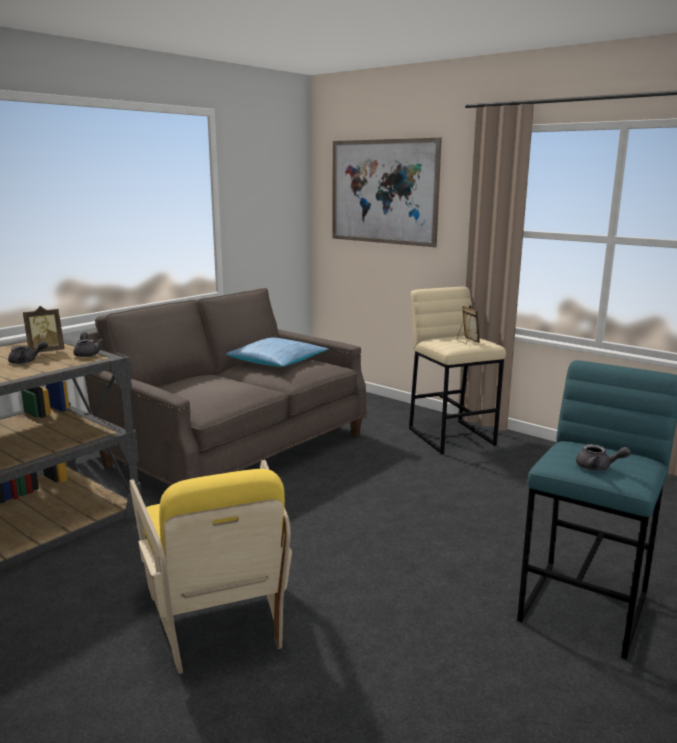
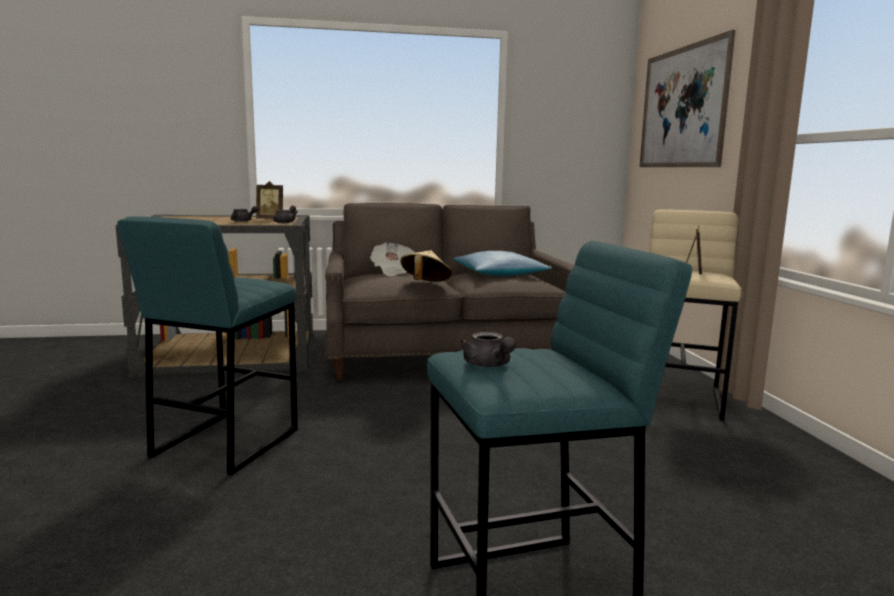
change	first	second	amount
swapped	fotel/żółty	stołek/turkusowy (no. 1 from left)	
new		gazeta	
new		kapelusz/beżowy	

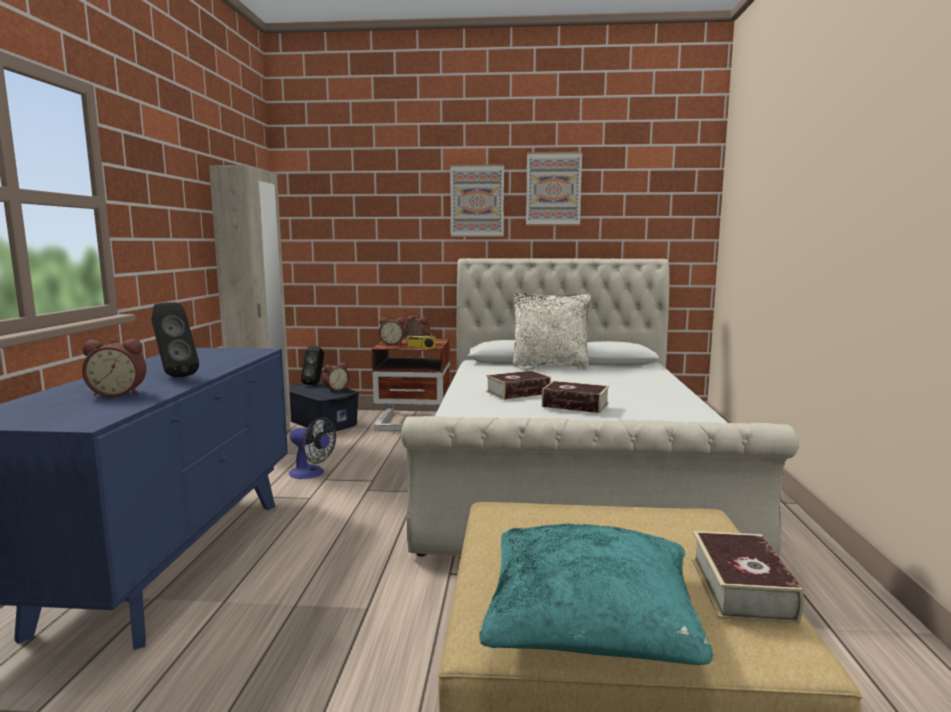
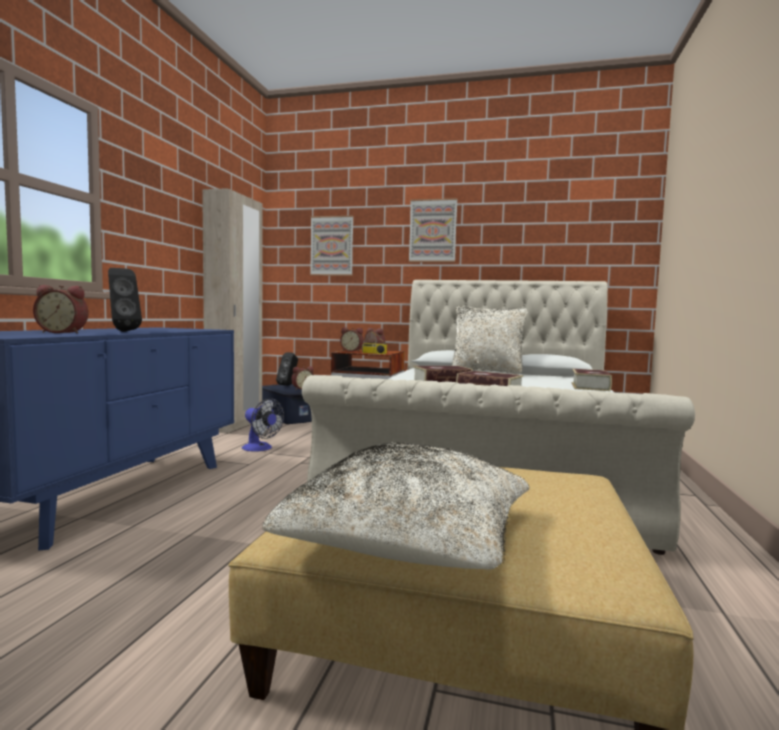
change	first	second	amount
repainted	poduszka/turkusowy	poduszka/beżowy (no. 1 from left)	
shifted	obraz (no. 2 from left in the first image)	obraz (no. 1 from left)	
shifted	książka (no. 3 from left)		

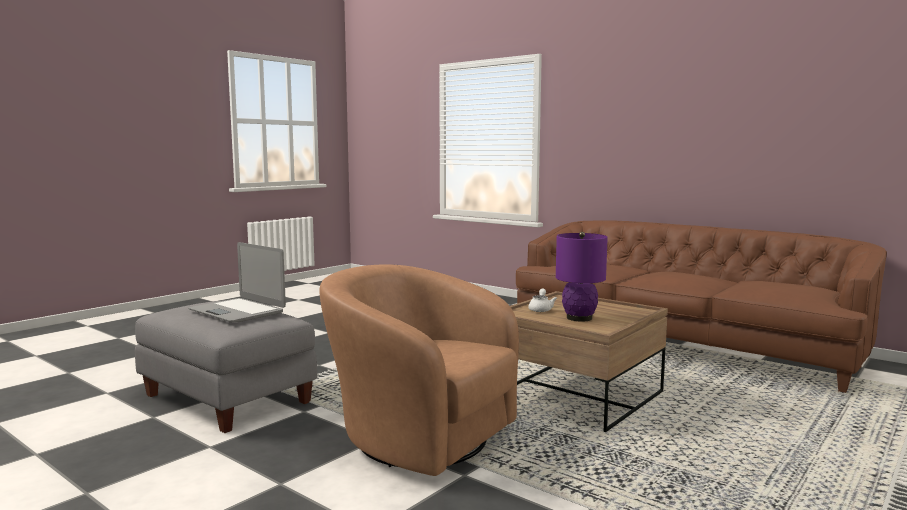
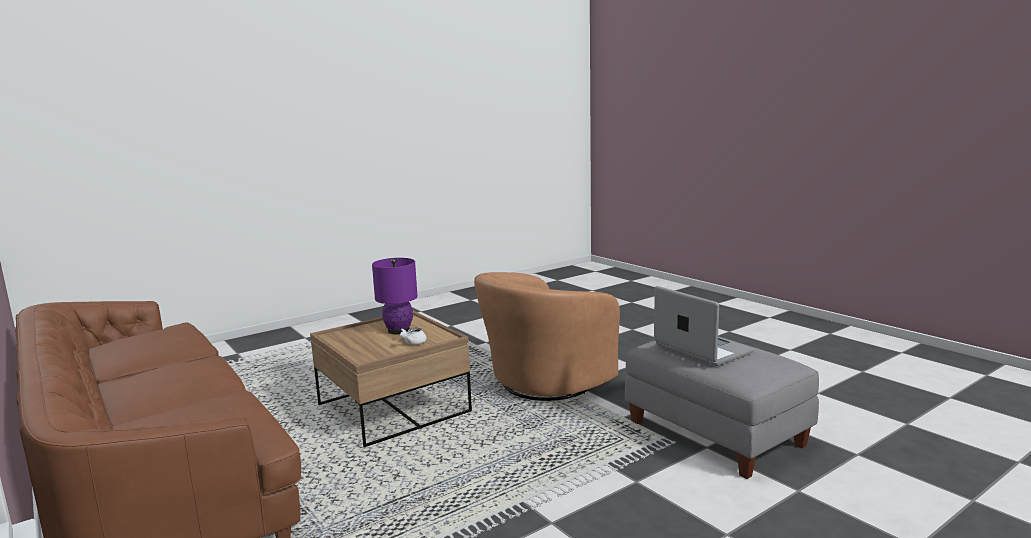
change	first	second	amount
rotated	fotel/brązowy		90 degrees clockwise

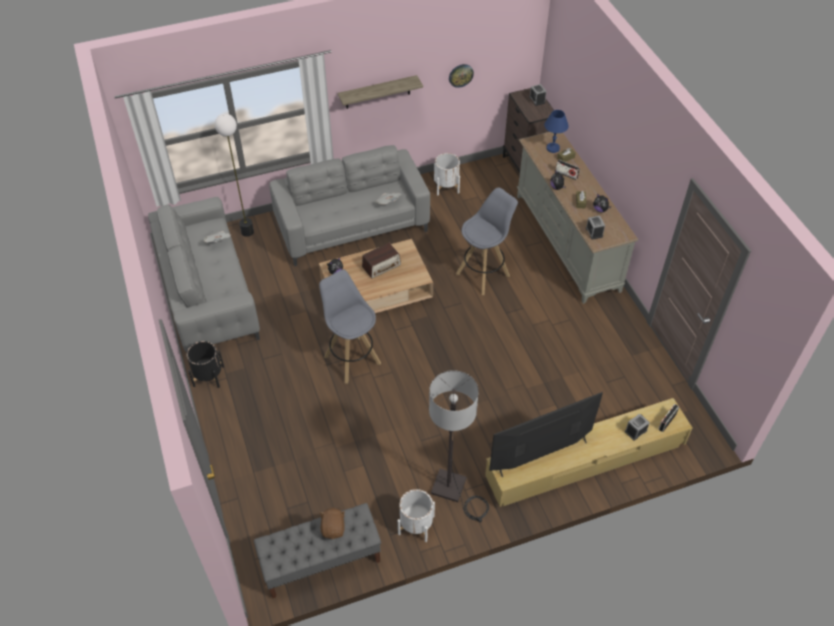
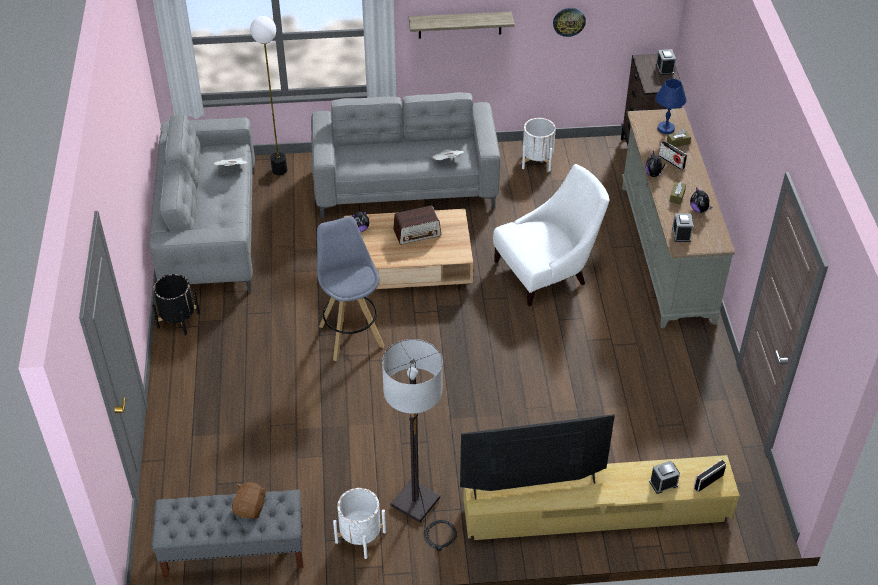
change	first	second	amount
swapped	stołek/szary (no. 2 from left)	fotel/biały	

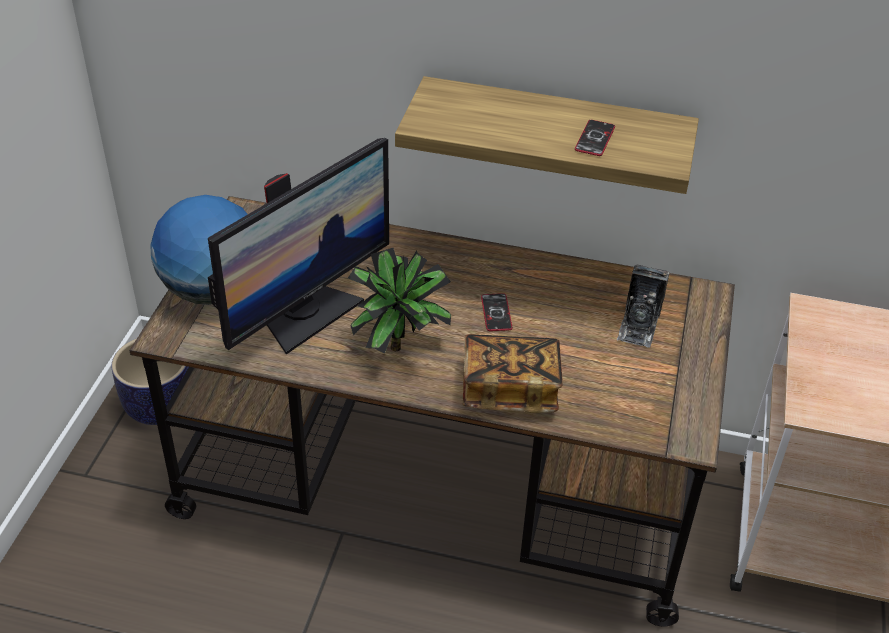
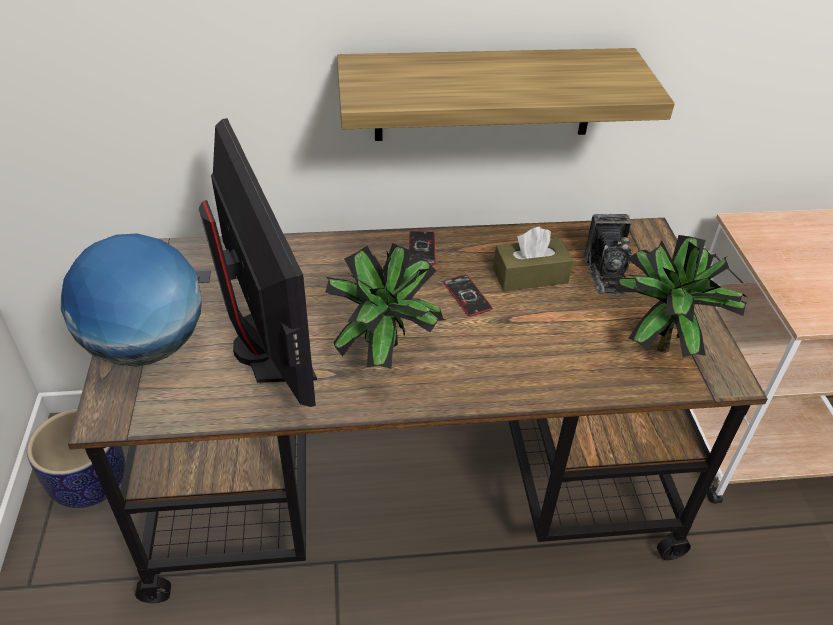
change	first	second	amount
rotated	monitor		45 degrees counterclockwise
gone	książka		
shifted	telefon (no. 2 from left in the first image)	telefon (no. 1 from left)	
new		pudełko chusteczek/brązowy	
new		roślina doniczkowa (no. 2 from left)	

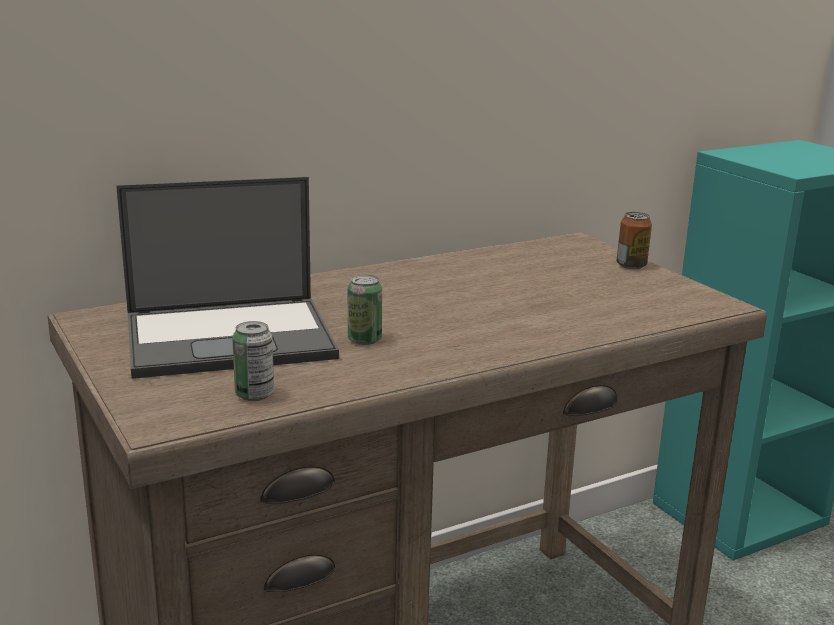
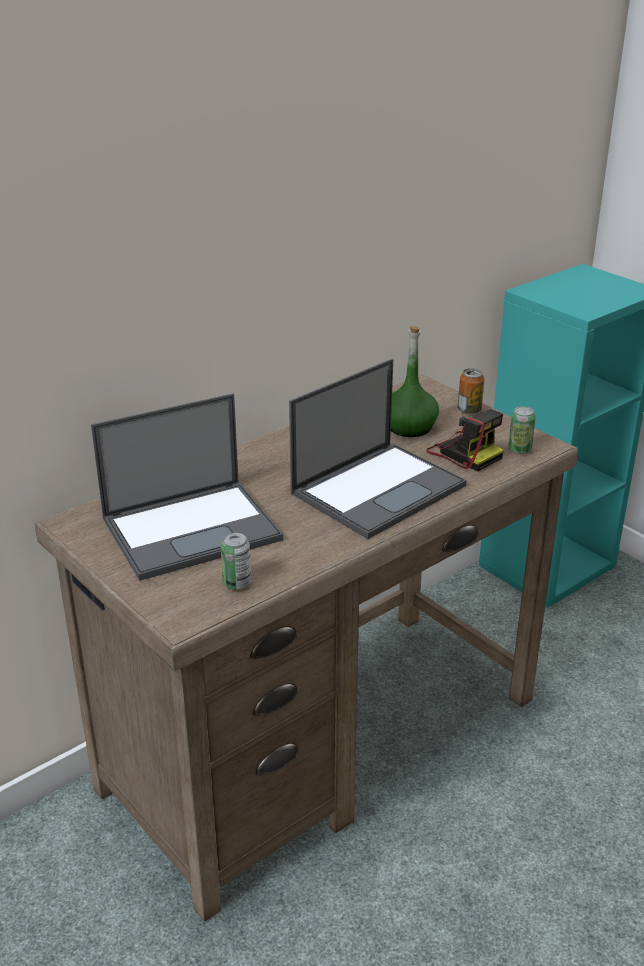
change	first	second	amount
shifted	puszka (no. 2 from left in the first image)	puszka (no. 3 from left)	
new		laptop (no. 2 from left)	
new		butelka/zielony	
new		aparat fotograficzny	

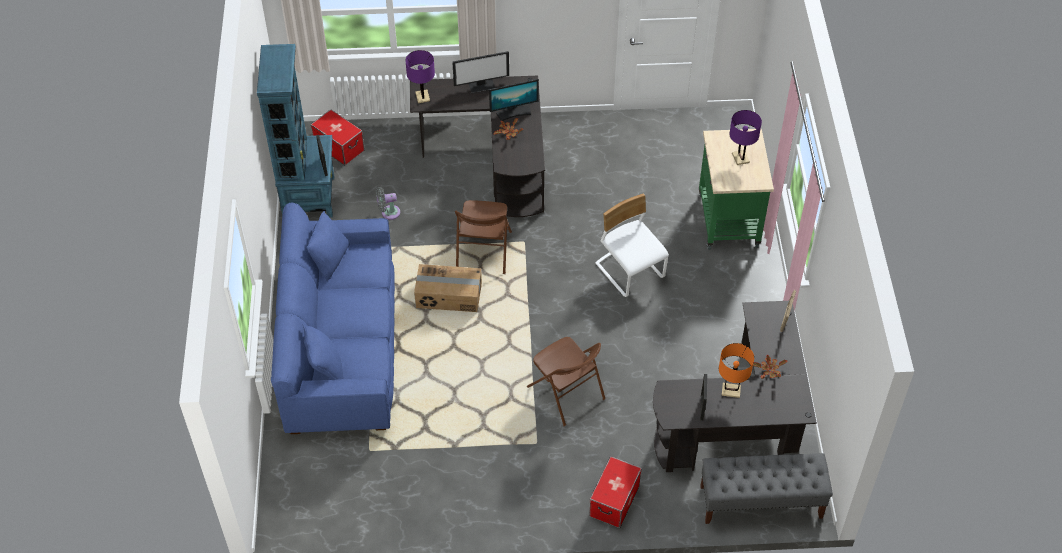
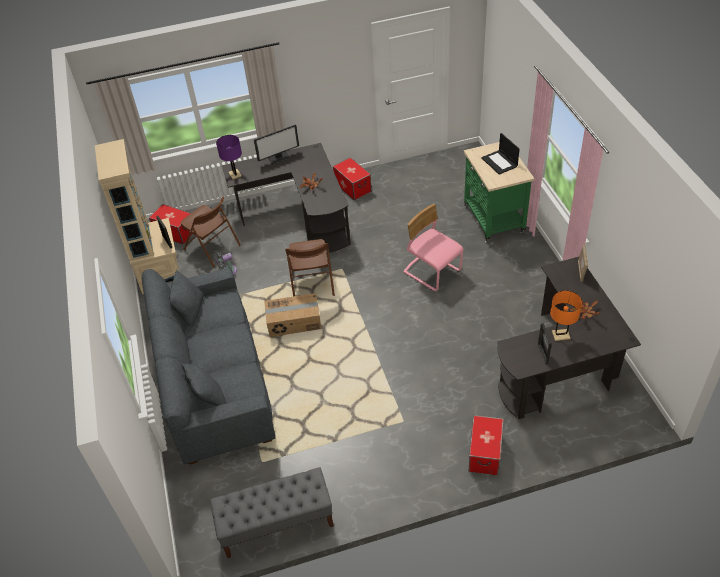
change	first	second	amount
repainted	szafka/niebieski	szafka/beżowy	
repainted	kanapa/niebieski	kanapa/szary	
gone	monitor (no. 2 from left)		
shifted	krzesło/brązowy (no. 2 from left in the first image)	krzesło/brązowy (no. 1 from left)	
repainted	krzesło/biały	krzesło/różowy	
shifted	ławka/szary		
swapped	lampa stołowa/fioletowy (no. 2 from left)	laptop	
new		pojemnik do przechowywania (no. 2 from left)	

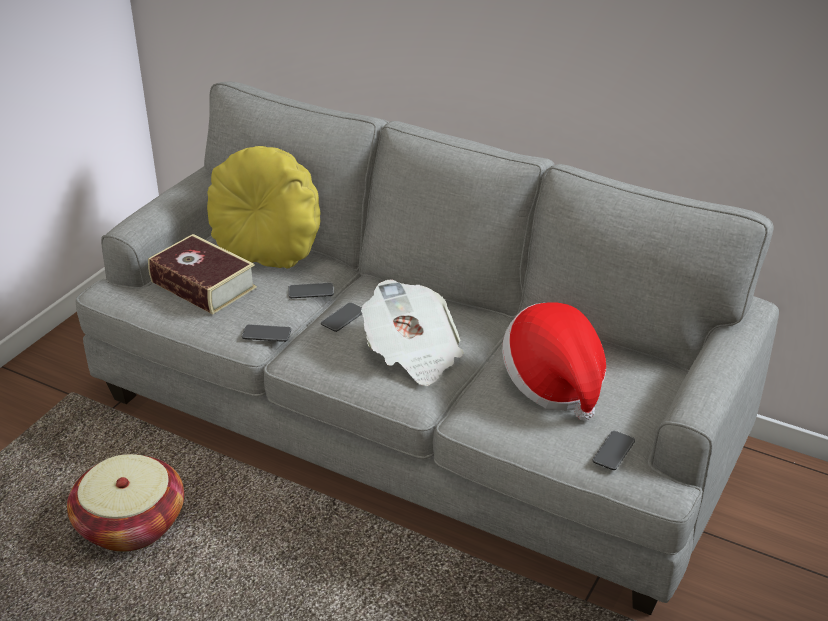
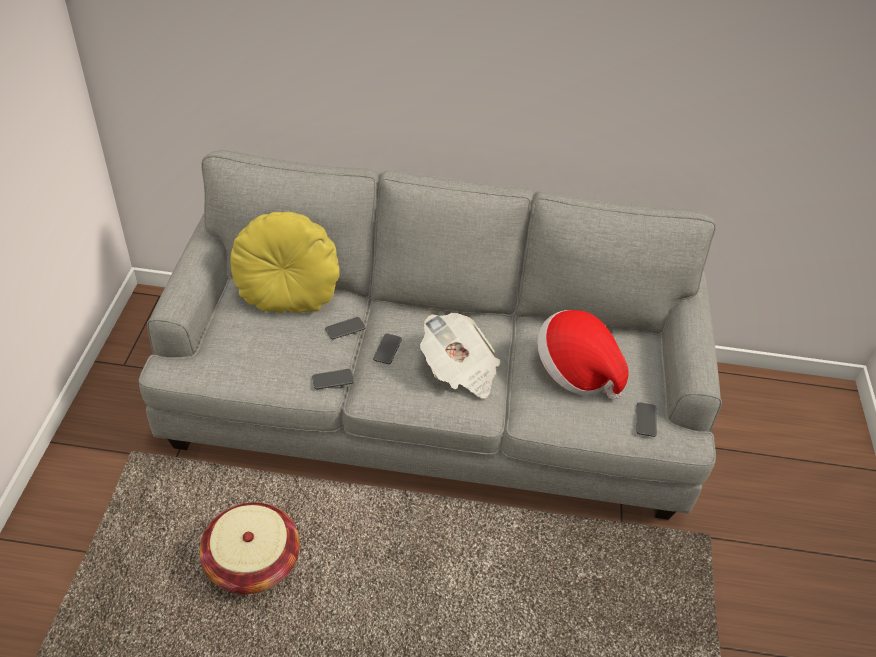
change	first	second	amount
gone	książka		

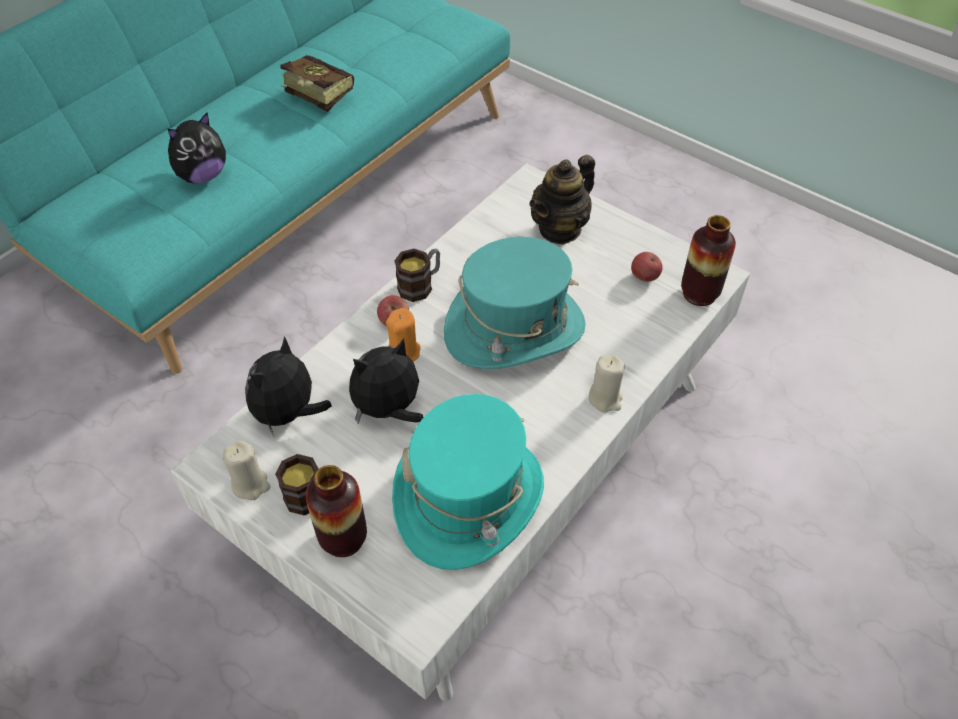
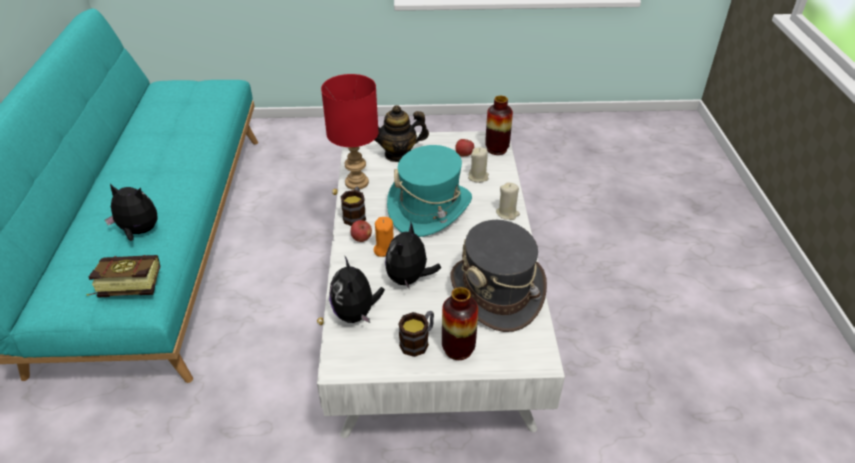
change	first	second	amount
rotated	pluszak (no. 1 from left)		90 degrees counterclockwise
shifted	świeca/beżowy (no. 1 from left)		
shifted	książka		
repainted	kapelusz/turkusowy (no. 1 from left)	kapelusz/szary	
rotated	imbryk		75 degrees clockwise
new		lampa stołowa/czerwony	

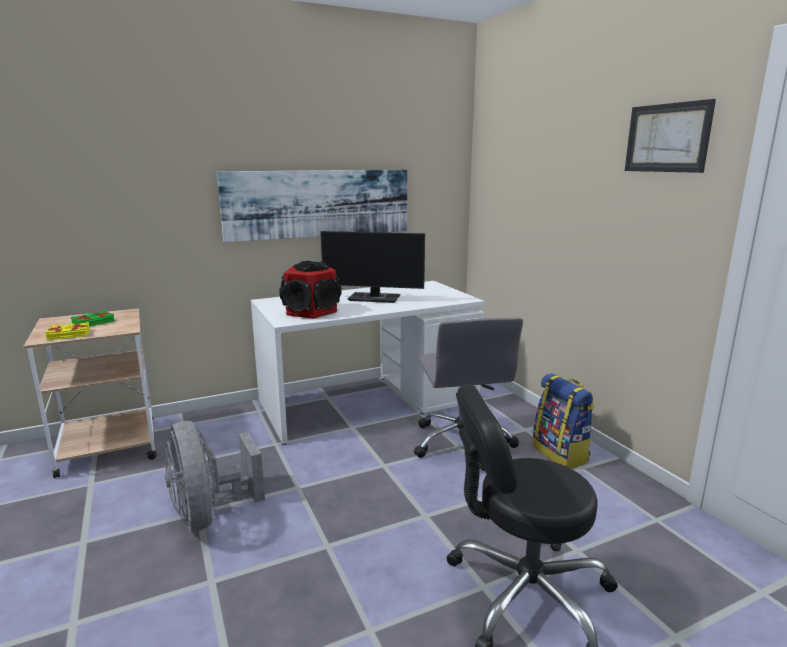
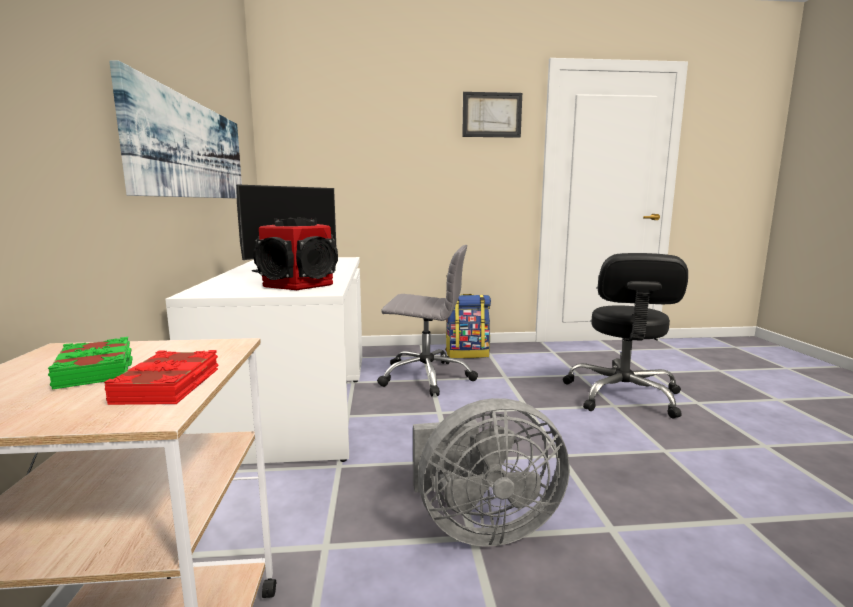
change	first	second	amount
repainted	książka/żółty	książka/czerwony	

